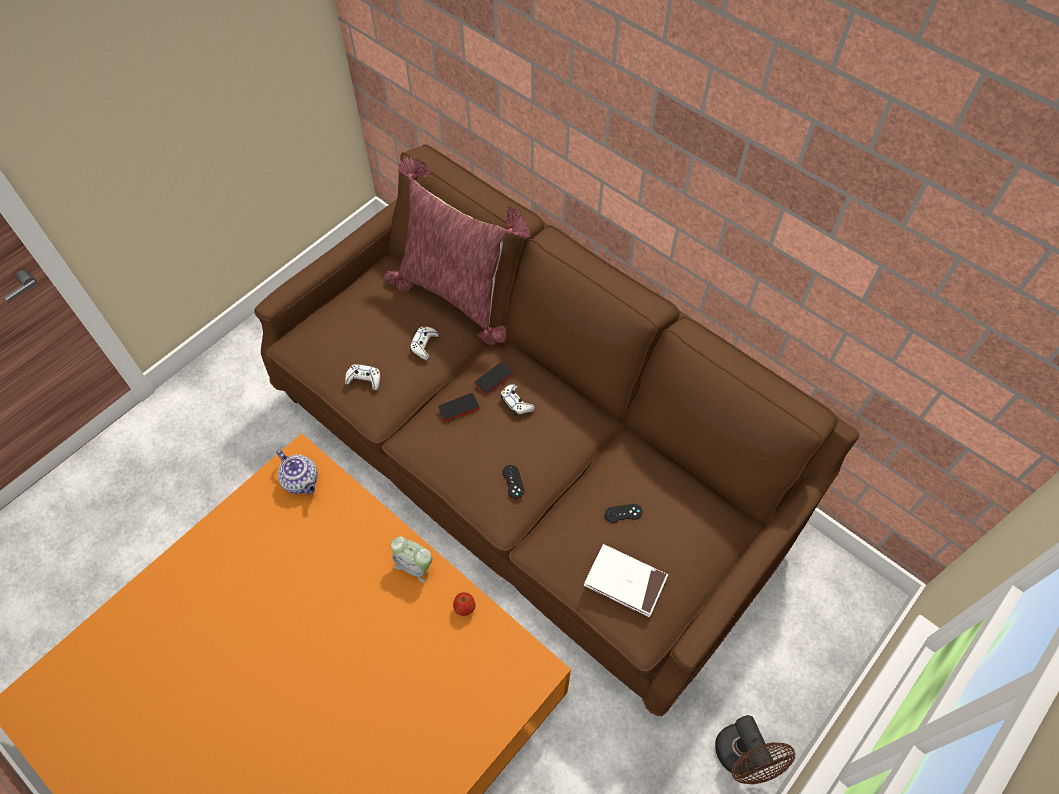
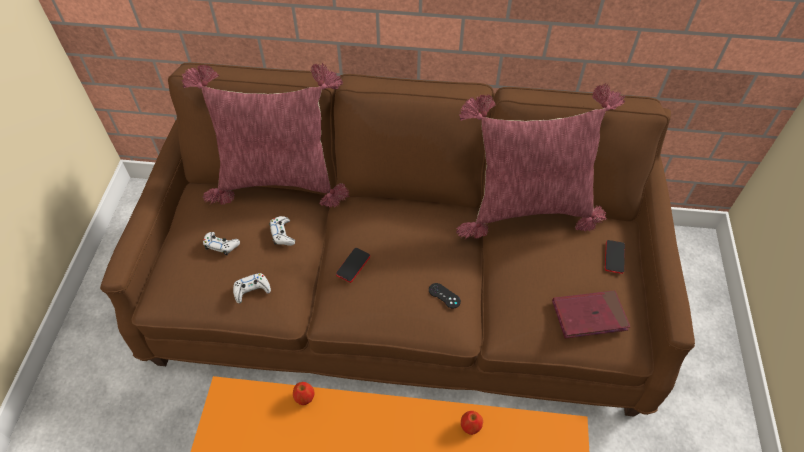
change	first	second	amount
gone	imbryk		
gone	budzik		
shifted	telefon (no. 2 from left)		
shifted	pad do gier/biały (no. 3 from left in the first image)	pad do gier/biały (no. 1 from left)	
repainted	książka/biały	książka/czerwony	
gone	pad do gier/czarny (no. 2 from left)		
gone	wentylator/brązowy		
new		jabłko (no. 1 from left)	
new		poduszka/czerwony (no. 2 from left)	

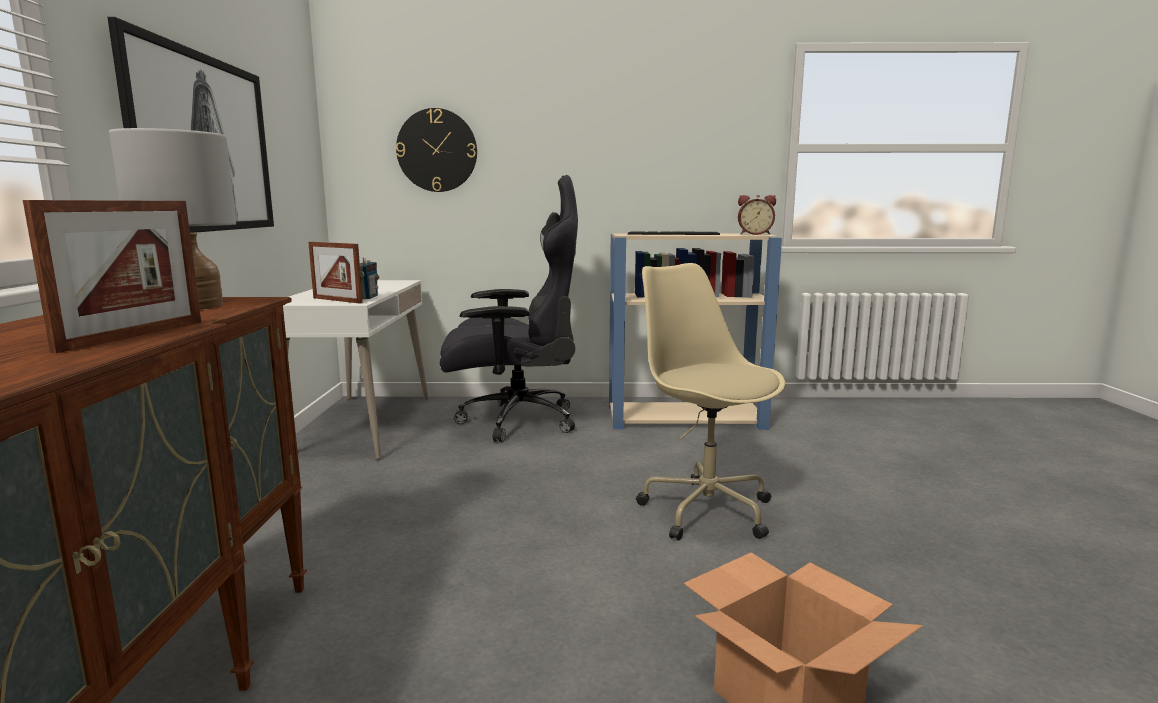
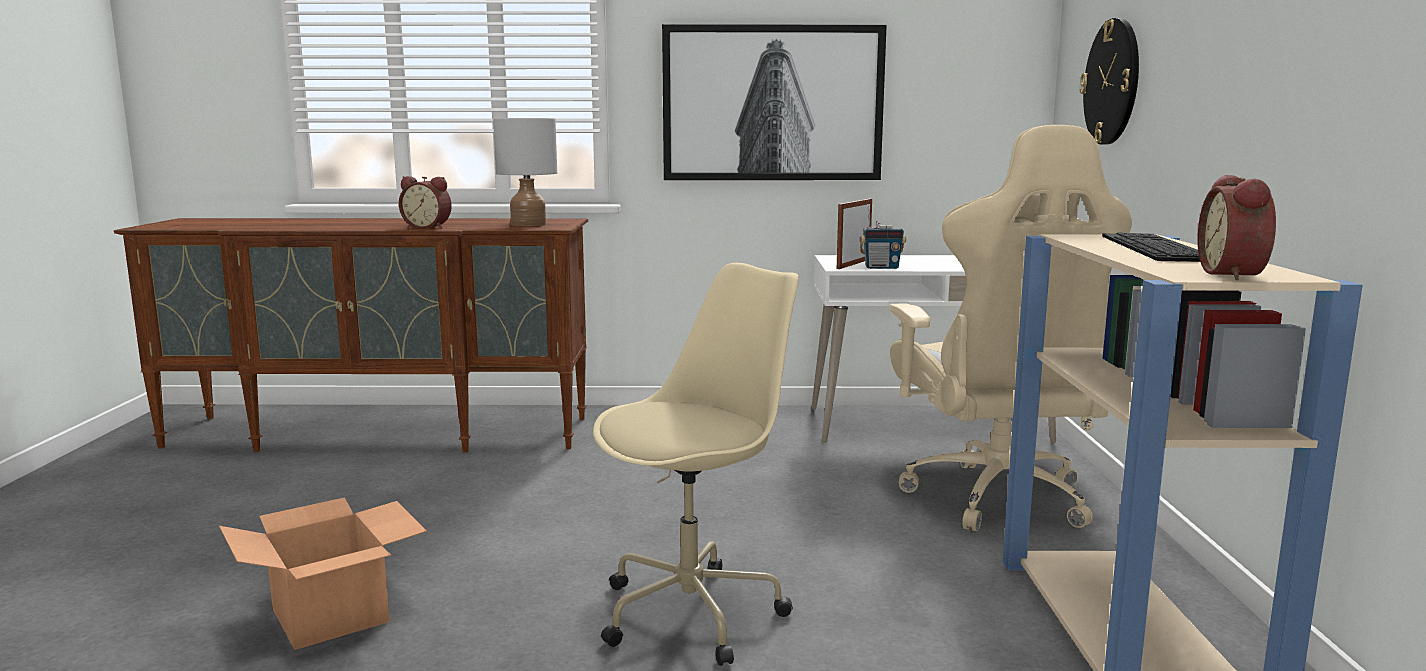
change	first	second	amount
swapped	ramka na zdjęcie (no. 1 from left)	budzik (no. 1 from left)	
repainted	krzesło biurowe/czarny	krzesło biurowe/beżowy (no. 2 from left)	

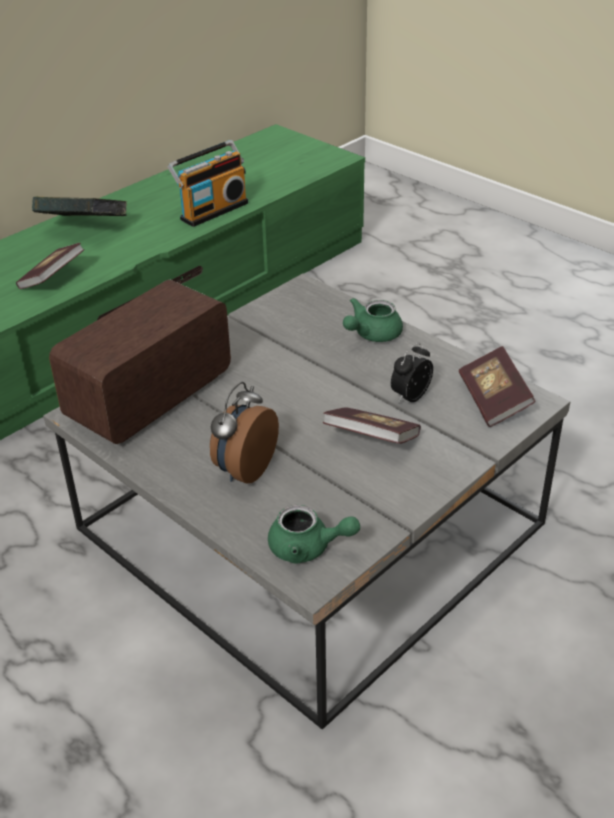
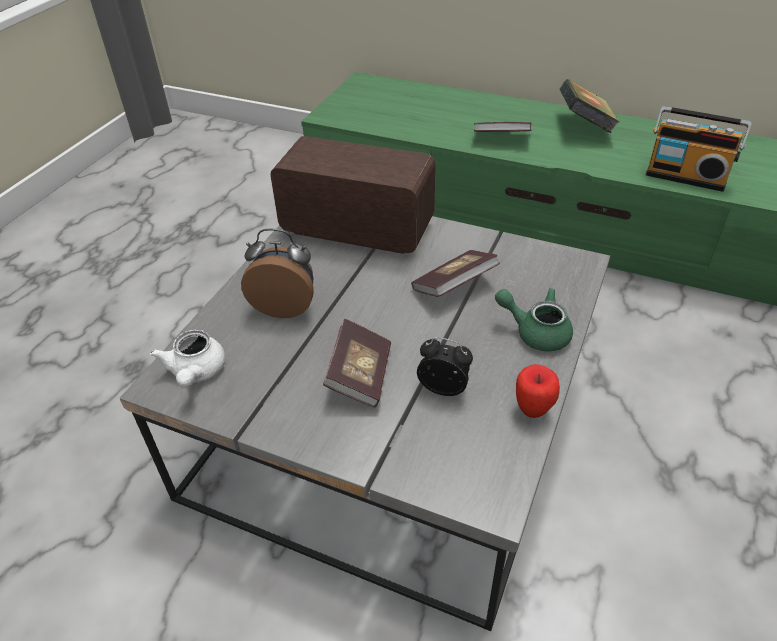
change	first	second	amount
repainted	imbryk/zielony (no. 1 from left)	imbryk/biały	
shifted	książka (no. 4 from left in the first image)	książka (no. 2 from left)	
new		jabłko	

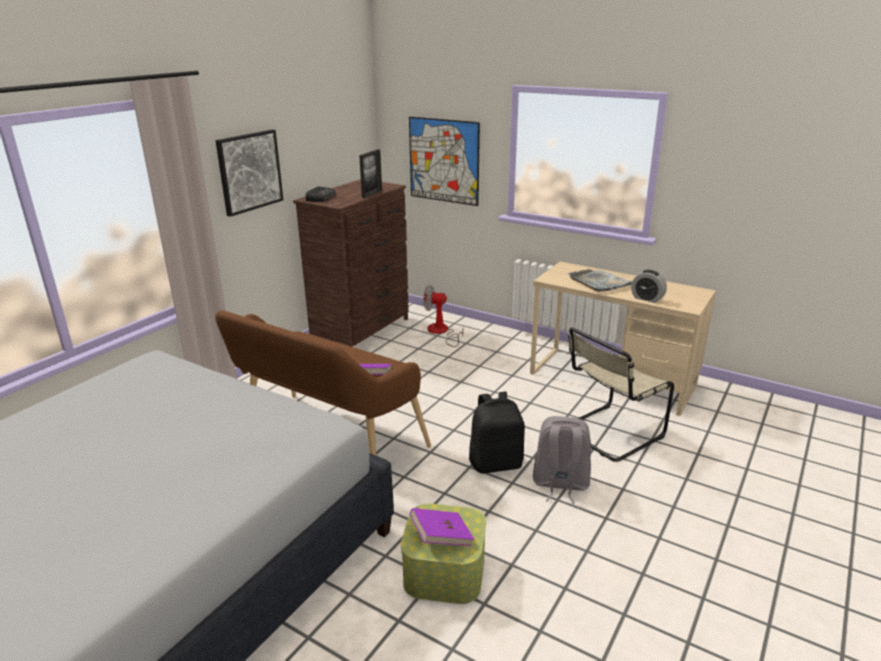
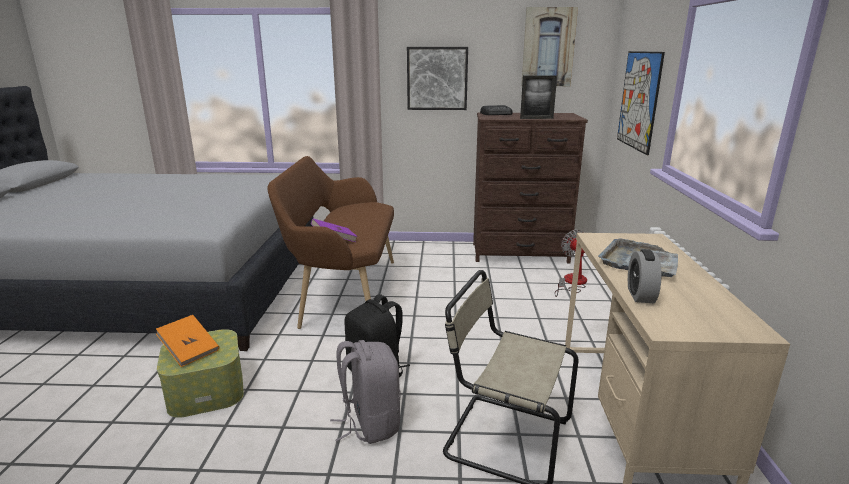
change	first	second	amount
repainted	książka/fioletowy (no. 2 from left)	książka/pomarańczowy	
new		obraz (no. 2 from left)	

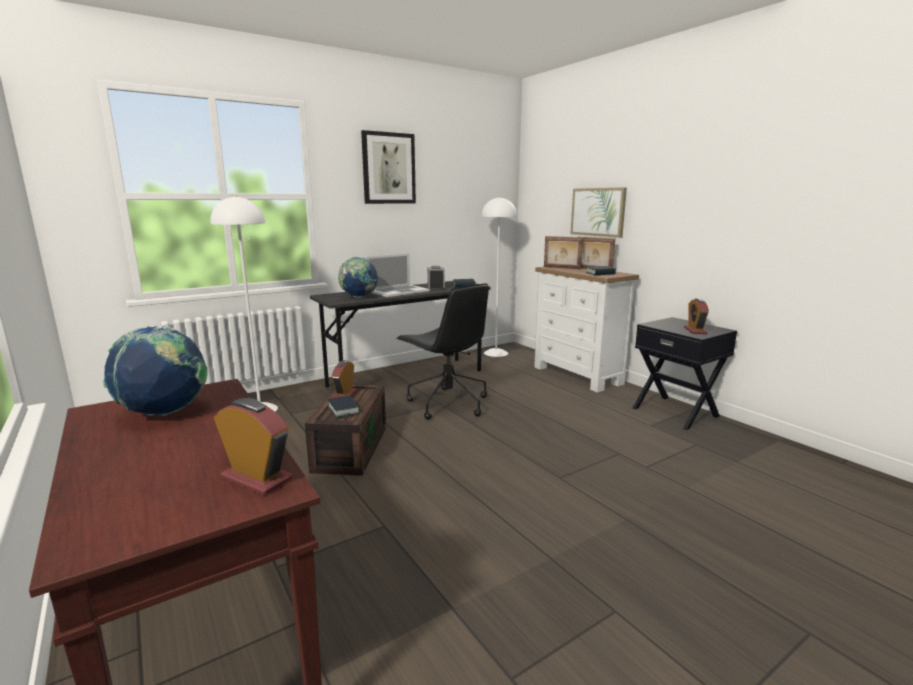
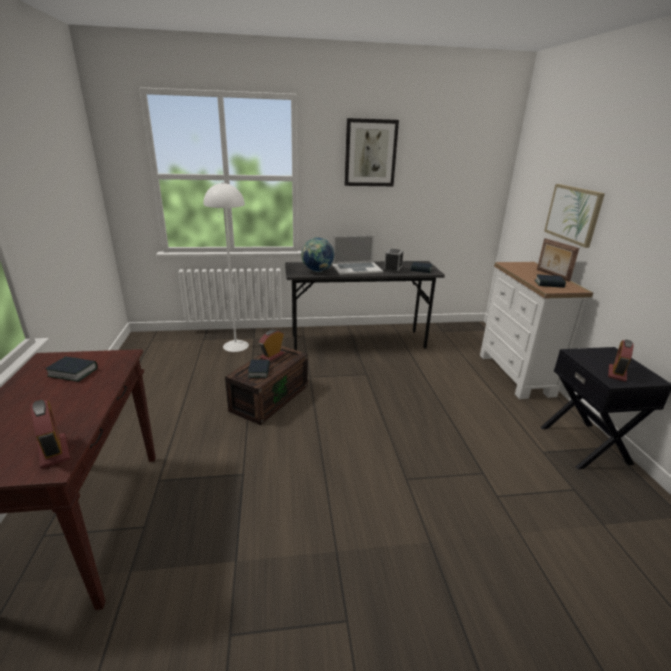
change	first	second	amount
swapped	globus (no. 1 from left)	książka (no. 1 from left)	
gone	krzesło biurowe/czarny		
gone	lampa stojąca/biały (no. 2 from left)		
gone	ramka na zdjęcie (no. 1 from left)		

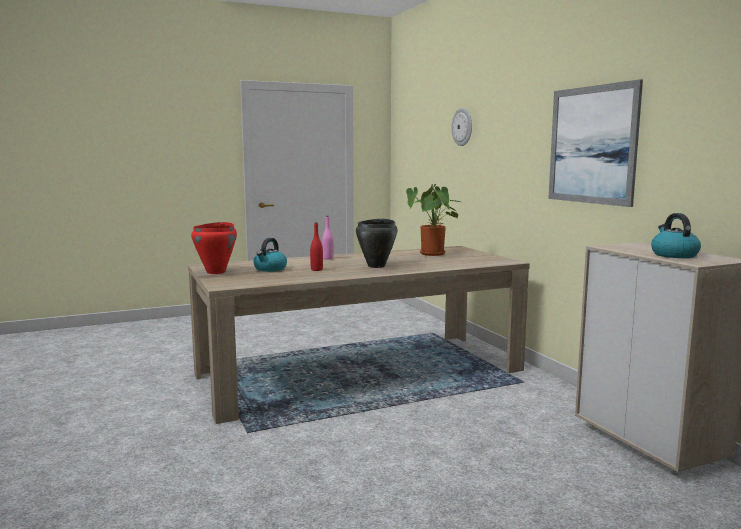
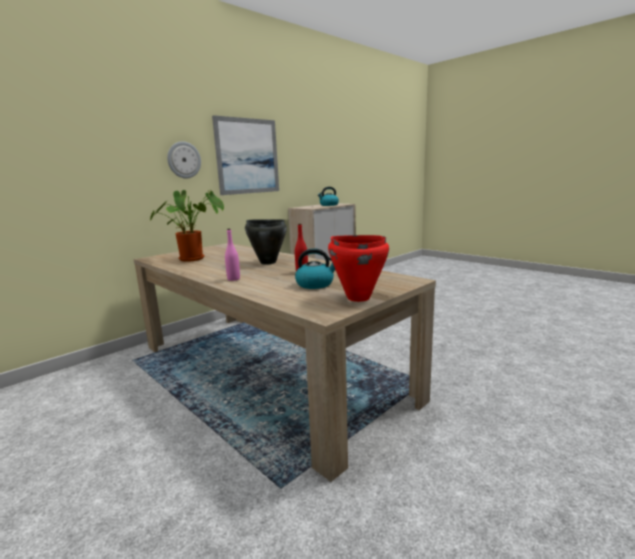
change	first	second	amount
shifted	zegar ścienny		

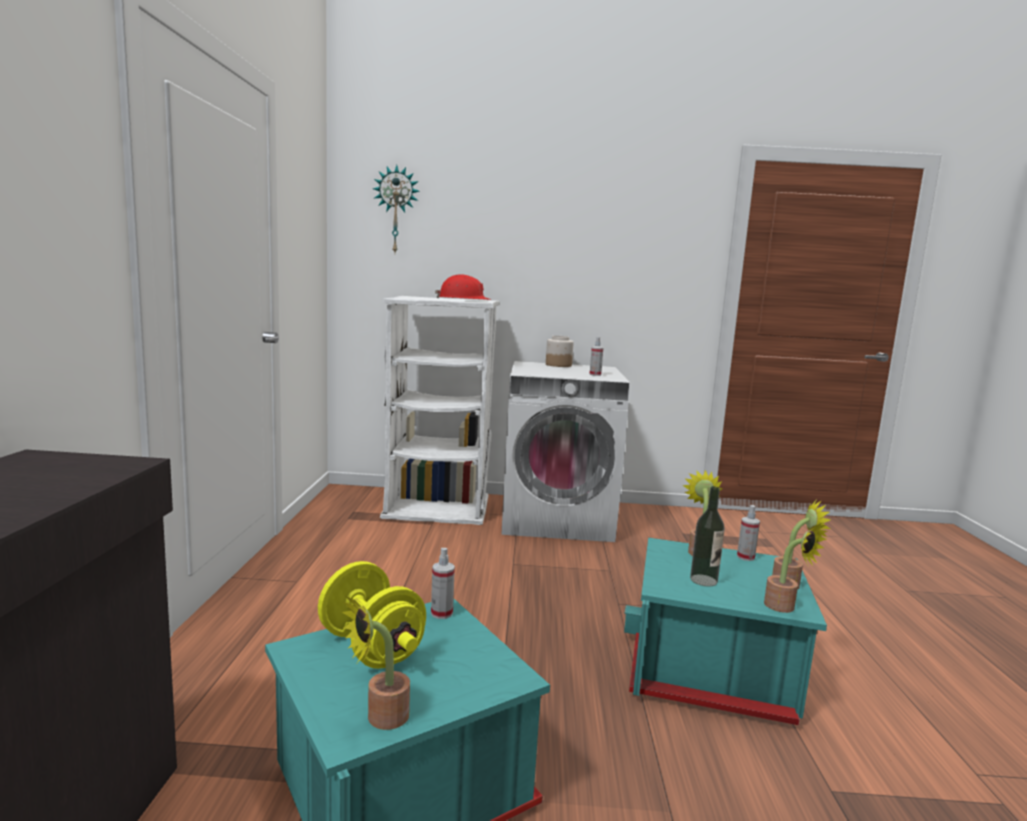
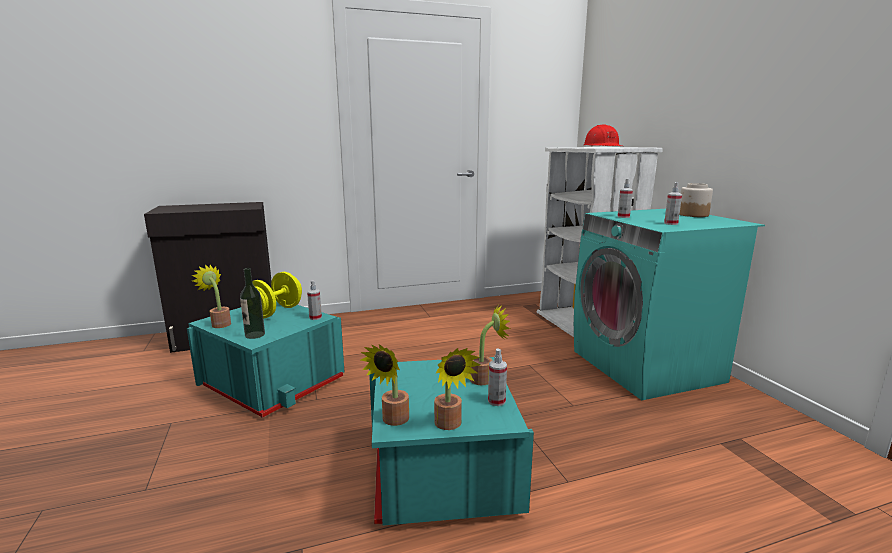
change	first	second	amount
gone	zegar ścienny		
repainted	pralka/biały	pralka/turkusowy	
shifted	butelka		
new		spryskiwacz (no. 3 from left)	

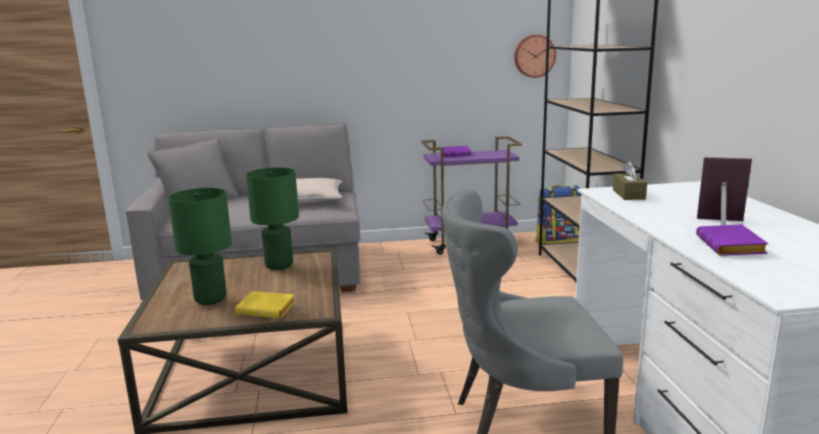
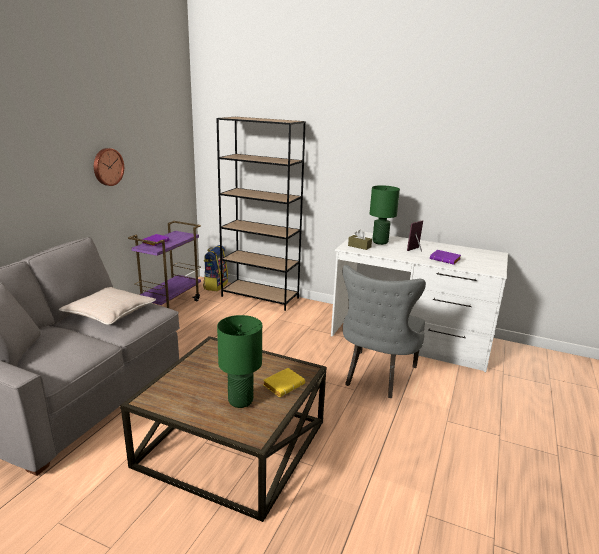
change	first	second	amount
shifted	lampa stołowa/zielony (no. 2 from left)		
shifted	zegar ścienny		

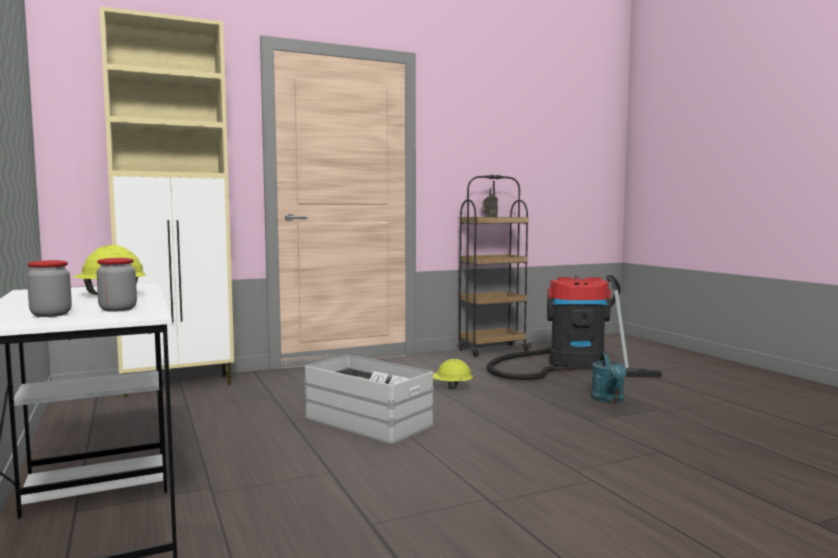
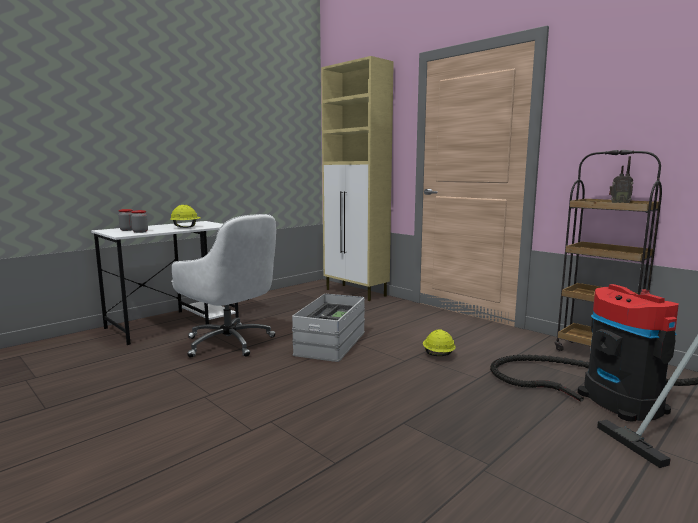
change	first	second	amount
gone	konewka/turkusowy		
new		krzesło biurowe/biały	

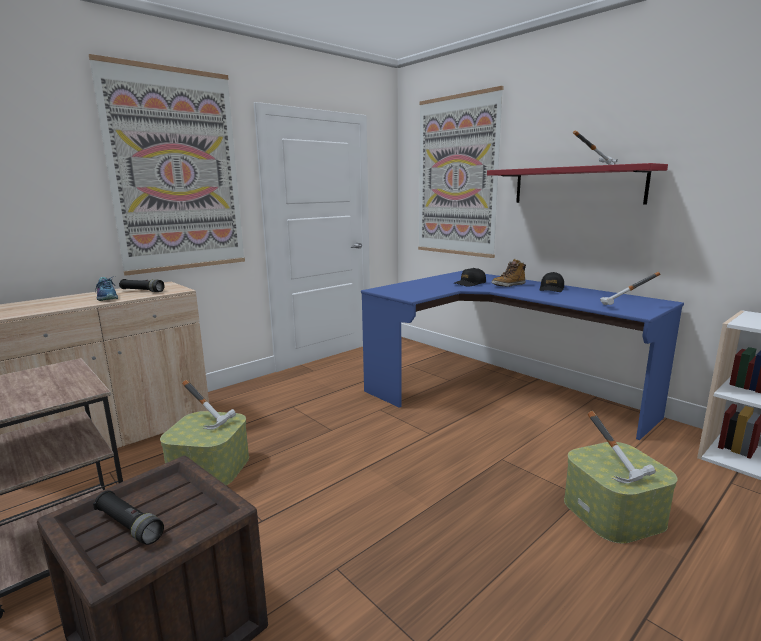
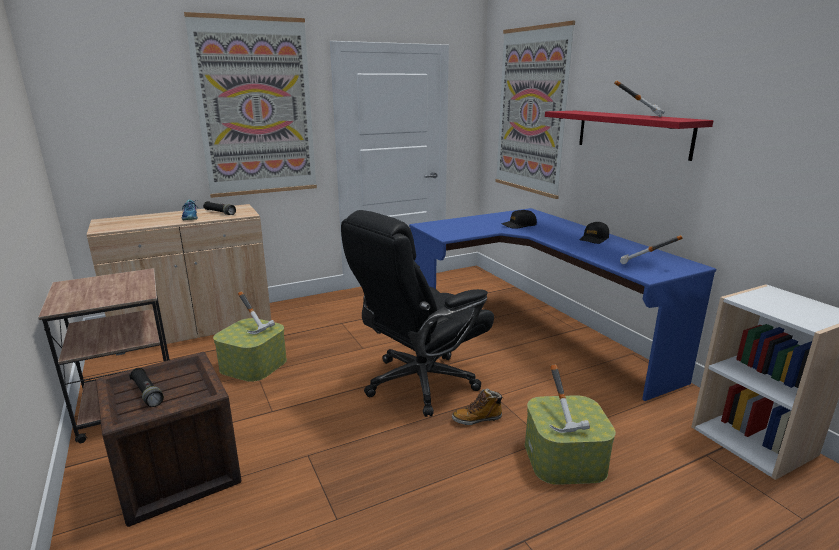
change	first	second	amount
shifted	but z cholewką		
new		krzesło biurowe/czarny	

